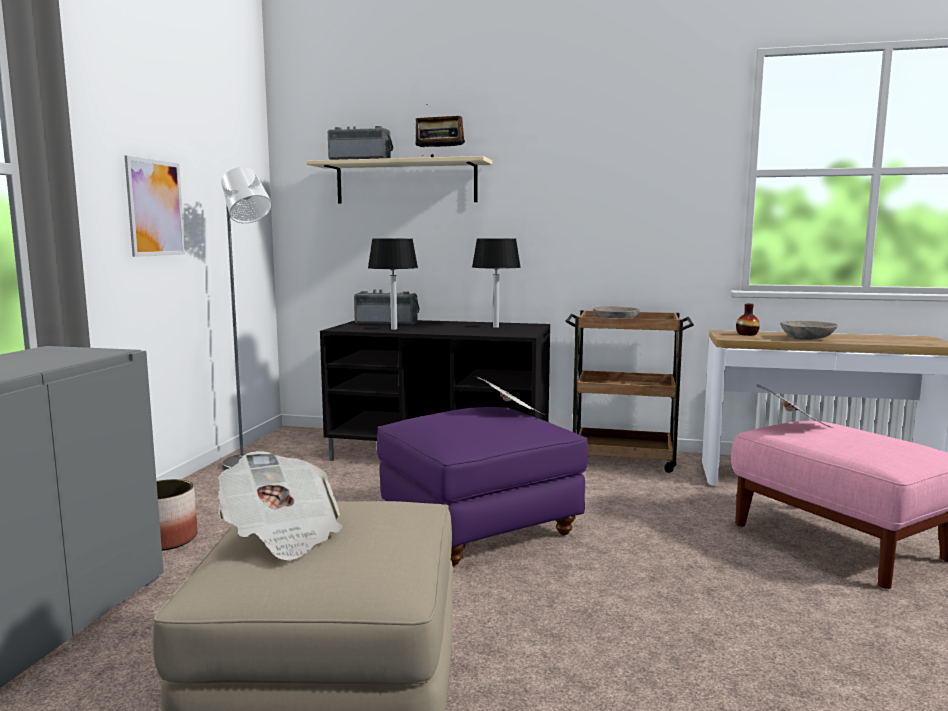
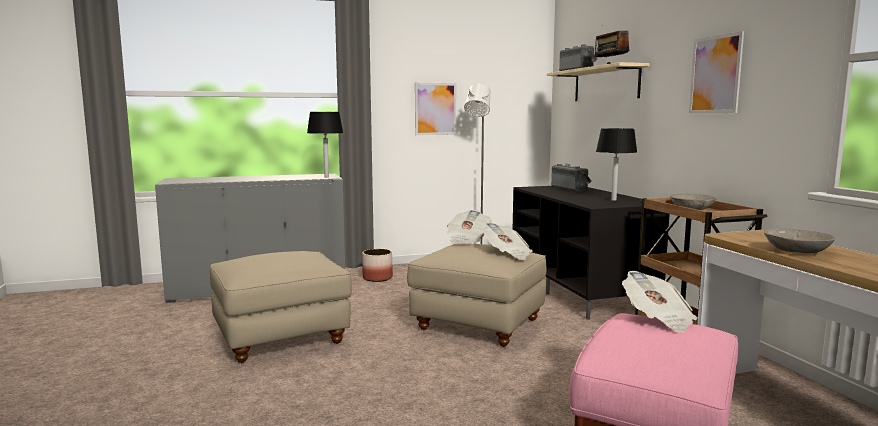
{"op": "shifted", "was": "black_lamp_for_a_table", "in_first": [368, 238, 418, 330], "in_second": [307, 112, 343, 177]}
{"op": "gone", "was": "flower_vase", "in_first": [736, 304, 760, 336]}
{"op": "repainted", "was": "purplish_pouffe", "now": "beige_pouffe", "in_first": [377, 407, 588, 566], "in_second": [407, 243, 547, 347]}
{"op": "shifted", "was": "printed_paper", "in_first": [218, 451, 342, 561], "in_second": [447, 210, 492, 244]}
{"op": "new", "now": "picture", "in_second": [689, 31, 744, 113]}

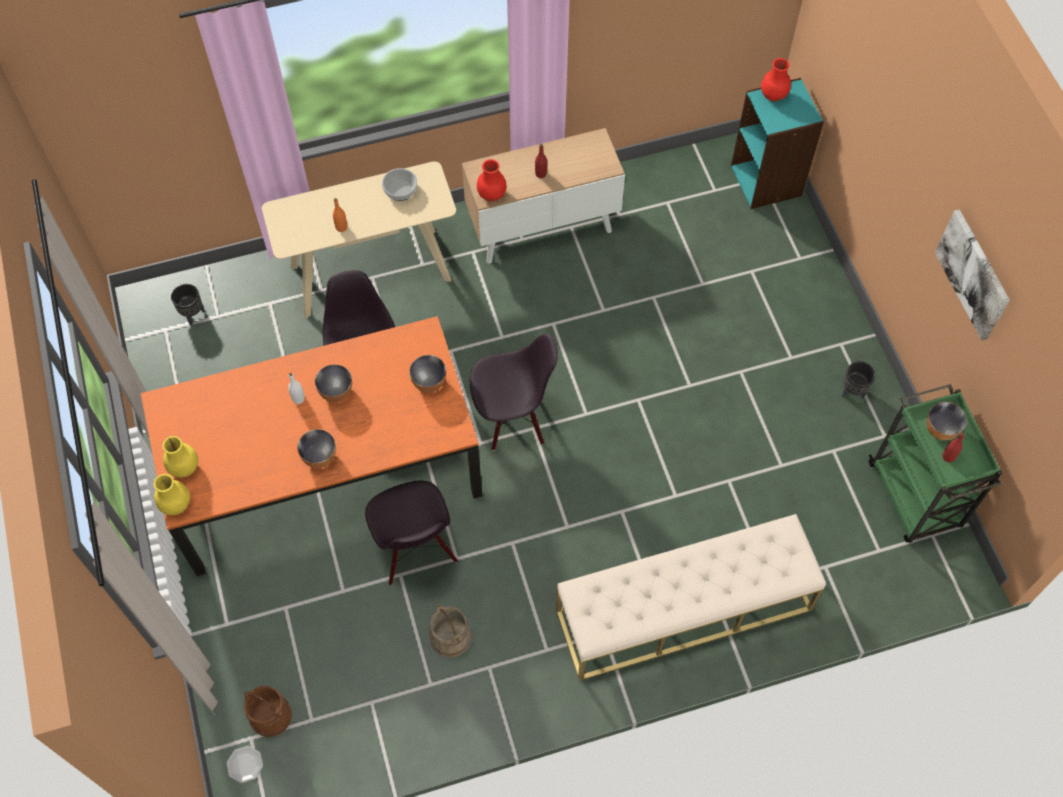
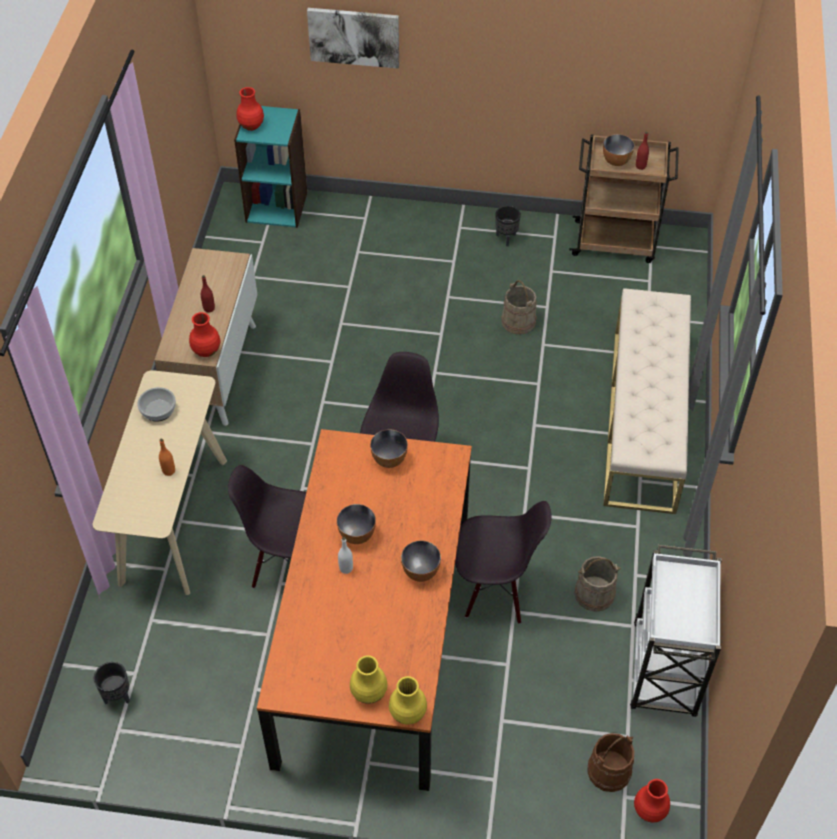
{"op": "shifted", "was": "picture", "in_first": [935, 209, 1010, 340], "in_second": [307, 8, 399, 69]}
{"op": "repainted", "was": "greenish_trolley", "now": "brown-coloured_trolley", "in_first": [869, 384, 1003, 543], "in_second": [569, 134, 679, 263]}
{"op": "swapped", "was": "plate", "now": "red-coloured_flower_vase", "in_first": [226, 746, 263, 783], "in_second": [634, 779, 670, 823]}
{"op": "new", "now": "beige_bucket", "in_second": [501, 280, 537, 335]}
{"op": "new", "now": "whitish_trolley", "in_second": [630, 545, 722, 717]}

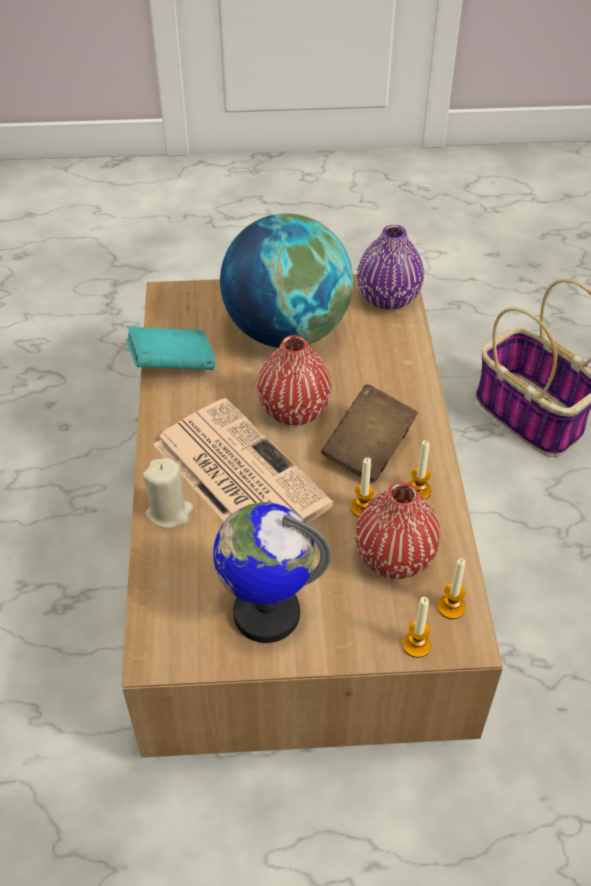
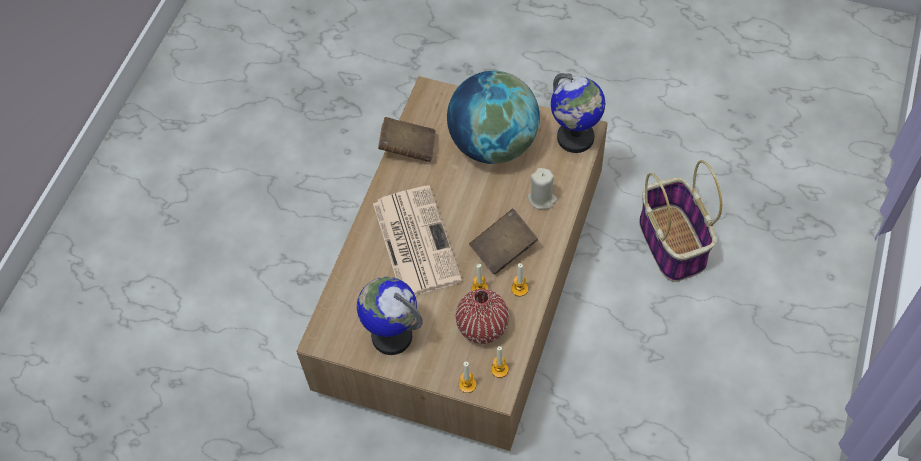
{"op": "swapped", "was": "purplish_flower_vase", "now": "world_globe", "in_first": [357, 225, 424, 310], "in_second": [551, 73, 605, 153]}
{"op": "repainted", "was": "turquoise_bound_book", "now": "brown-coloured_bound_book", "in_first": [126, 327, 216, 370], "in_second": [378, 117, 436, 162]}
{"op": "gone", "was": "red-coloured_flower_vase", "in_first": [257, 335, 332, 425]}
{"op": "shifted", "was": "beige_wax_light", "in_first": [143, 458, 193, 529], "in_second": [527, 168, 557, 209]}

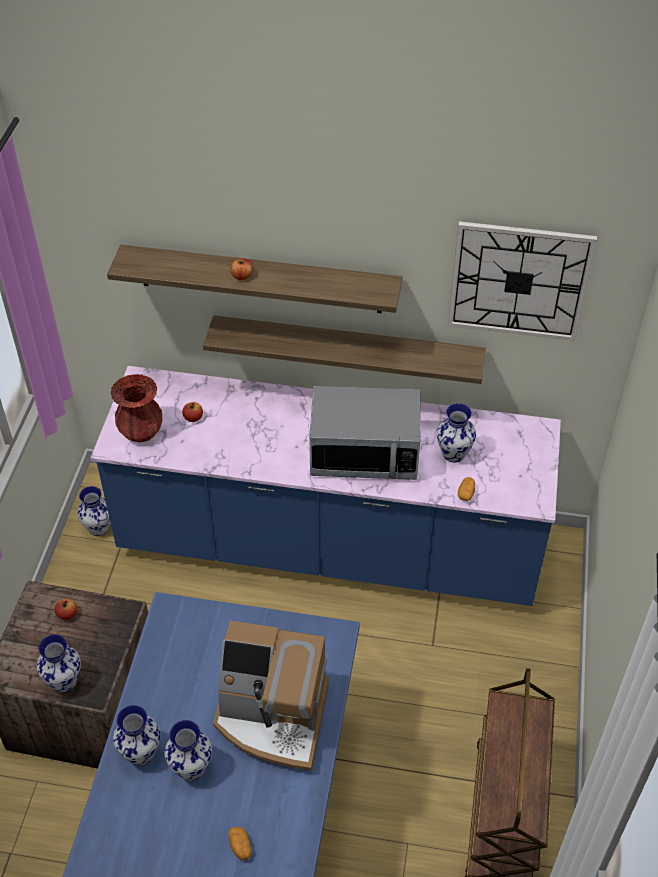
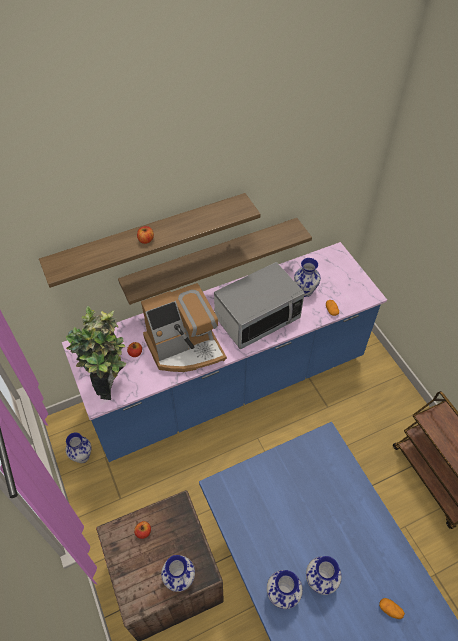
{"op": "gone", "was": "hanging_clock", "in_first": [448, 221, 597, 341]}
{"op": "swapped", "was": "red-coloured_flower_vase", "now": "houseplant", "in_first": [110, 374, 163, 443], "in_second": [66, 306, 126, 400]}
{"op": "shifted", "was": "coffee_machine", "in_first": [213, 621, 329, 771], "in_second": [141, 283, 227, 372]}

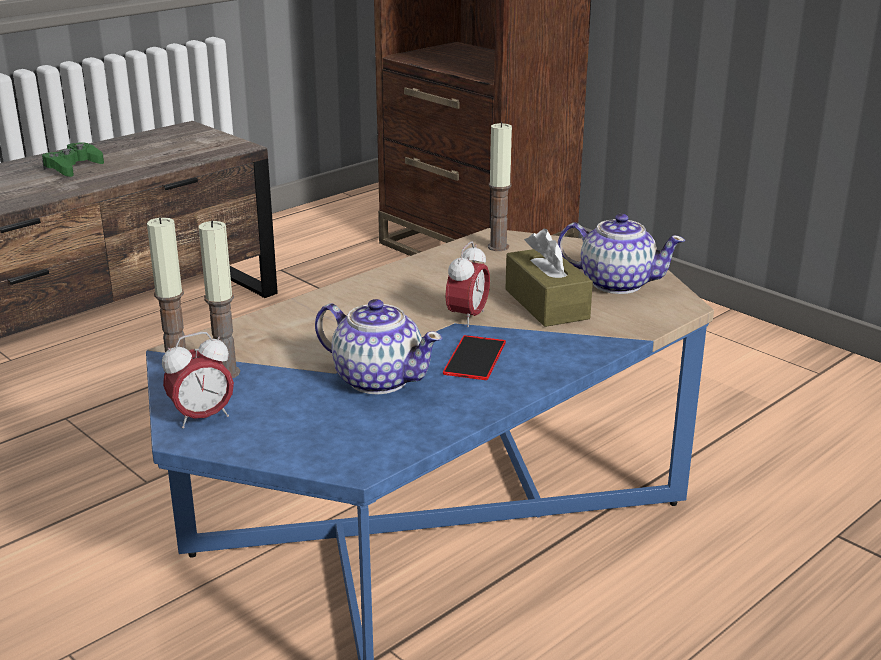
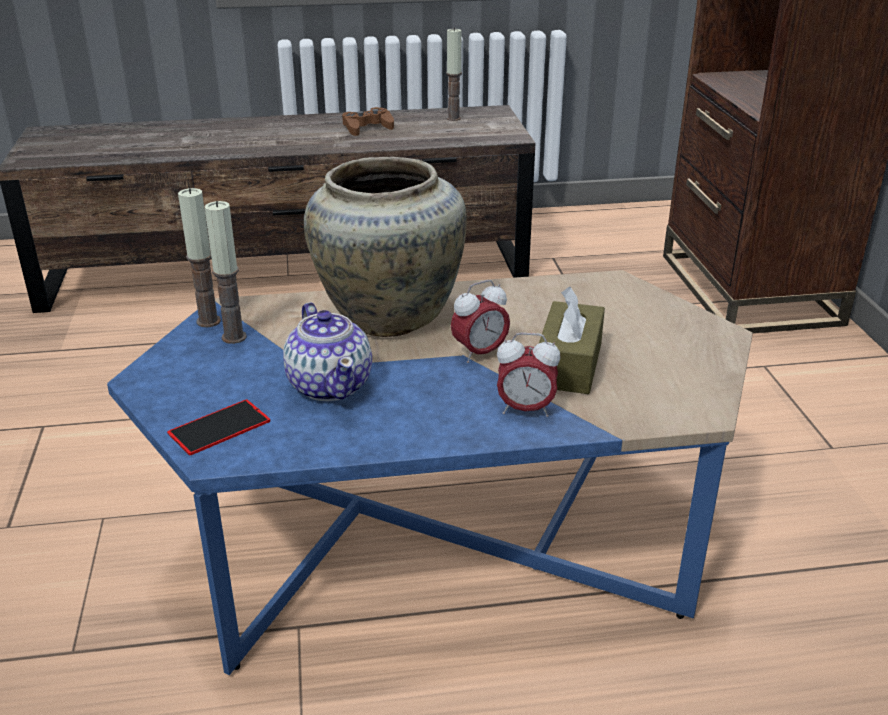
{"op": "shifted", "was": "wax_light", "in_first": [488, 122, 512, 251], "in_second": [446, 27, 462, 121]}
{"op": "repainted", "was": "greenish_gamepad", "now": "brown-coloured_gamepad", "in_first": [42, 142, 104, 177], "in_second": [342, 107, 394, 136]}
{"op": "gone", "was": "tea_pot", "in_first": [558, 214, 685, 294]}
{"op": "shifted", "was": "alarm_clock", "in_first": [162, 332, 234, 429], "in_second": [497, 333, 561, 417]}
{"op": "shifted", "was": "phone", "in_first": [443, 335, 506, 380], "in_second": [167, 400, 271, 455]}
{"op": "new", "now": "beige_flower_vase", "in_second": [304, 157, 467, 337]}

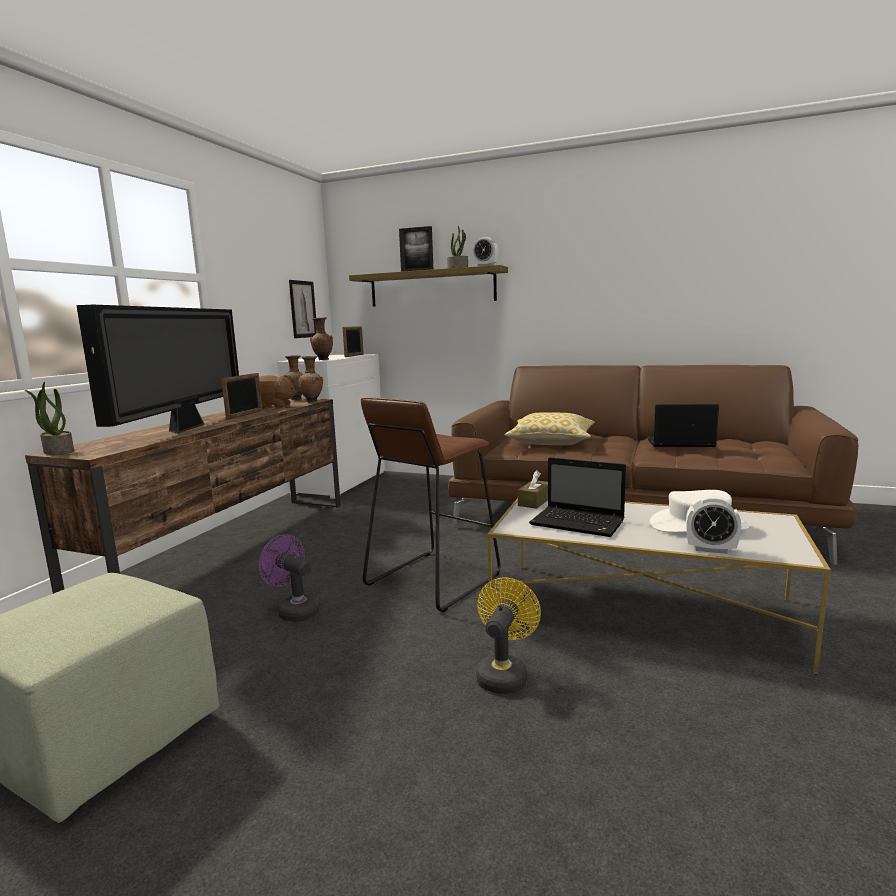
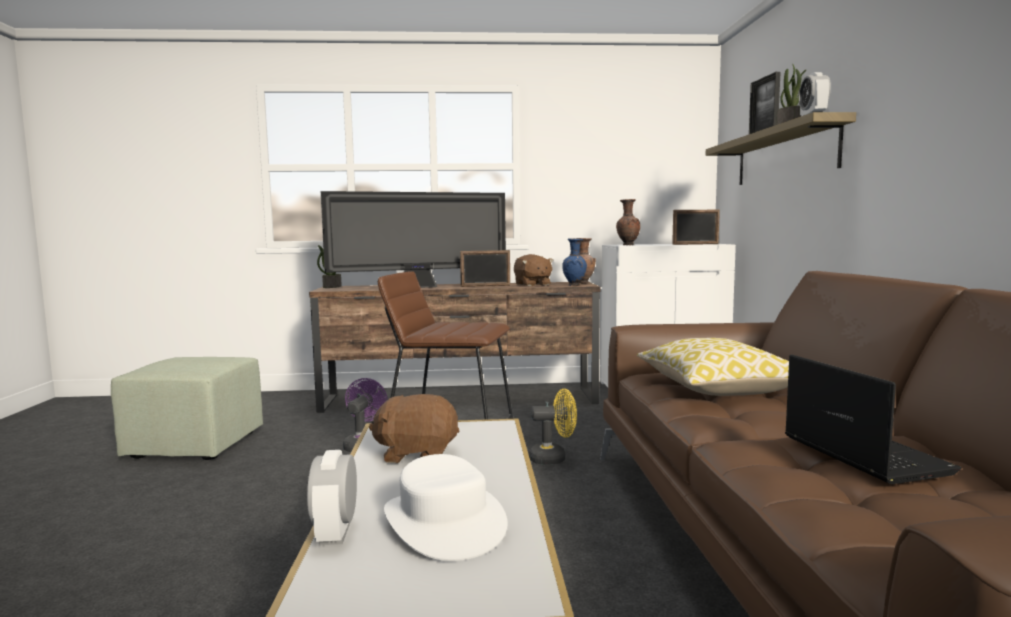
{"op": "gone", "was": "picture", "in_first": [289, 280, 317, 338]}
{"op": "repainted", "was": "brown-coloured_flower_vase", "now": "blue_flower_vase", "in_first": [298, 356, 323, 402], "in_second": [562, 238, 587, 286]}
{"op": "swapped", "was": "laptop", "now": "brown-coloured_soft_toy", "in_first": [529, 457, 626, 537], "in_second": [369, 394, 459, 463]}
{"op": "gone", "was": "brown-coloured_tissue_box", "in_first": [518, 470, 548, 509]}
{"op": "shifted", "was": "yellow_electric_fan", "in_first": [476, 577, 541, 694], "in_second": [529, 389, 577, 465]}

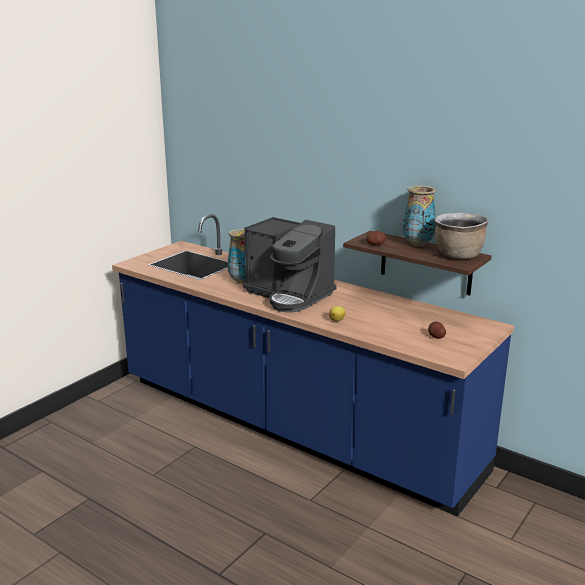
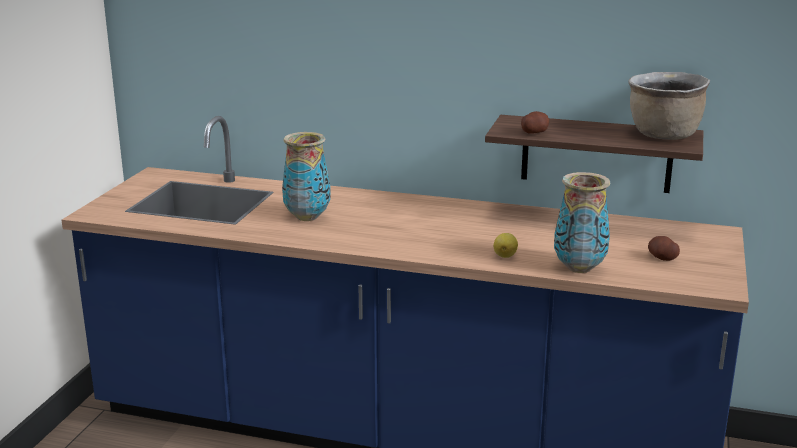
{"op": "shifted", "was": "flower_vase", "in_first": [403, 185, 436, 247], "in_second": [554, 172, 610, 273]}
{"op": "gone", "was": "coffee_machine", "in_first": [243, 217, 337, 313]}

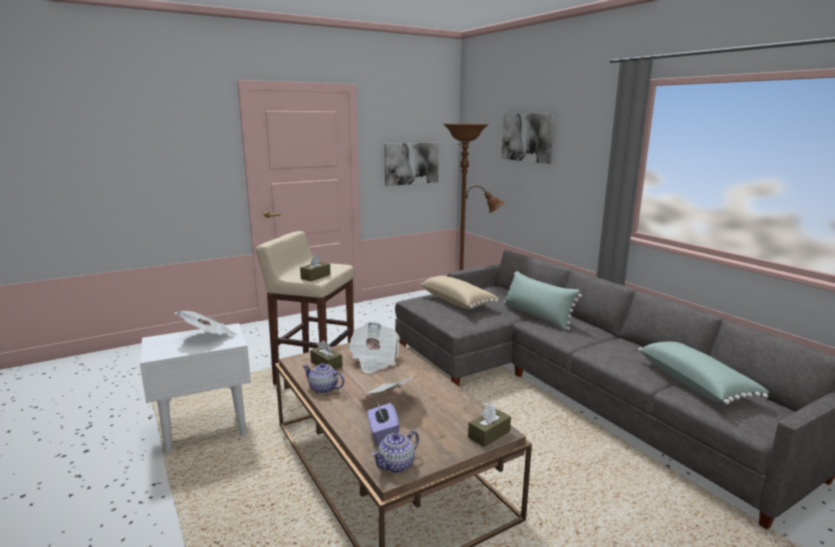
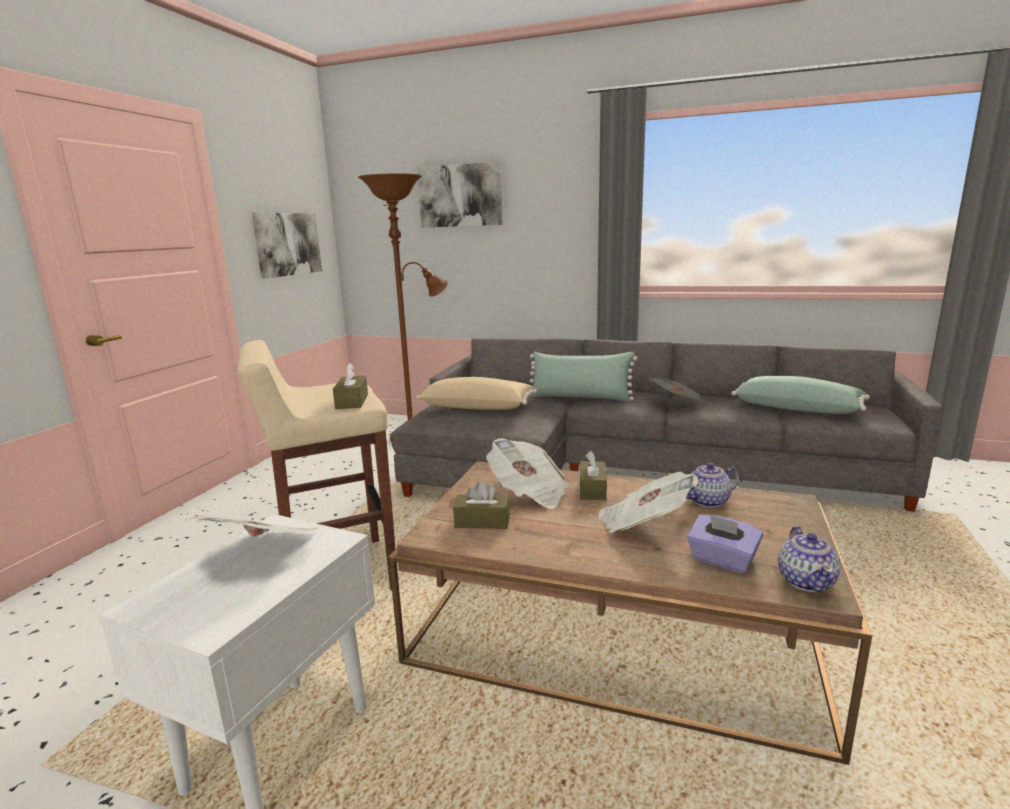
{"op": "shifted", "was": "tea_pot", "in_first": [303, 363, 344, 394], "in_second": [686, 463, 739, 508]}
{"op": "shifted", "was": "brown-coloured_tissue_box", "in_first": [468, 403, 511, 447], "in_second": [580, 451, 607, 500]}
{"op": "new", "now": "printed_paper", "in_second": [648, 378, 702, 400]}

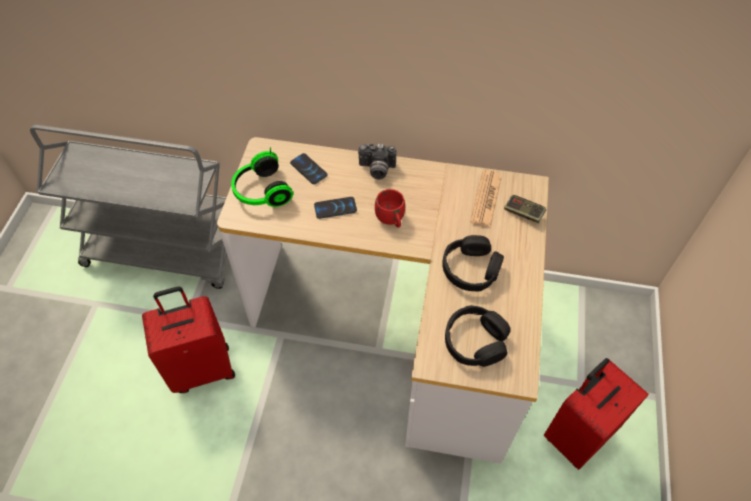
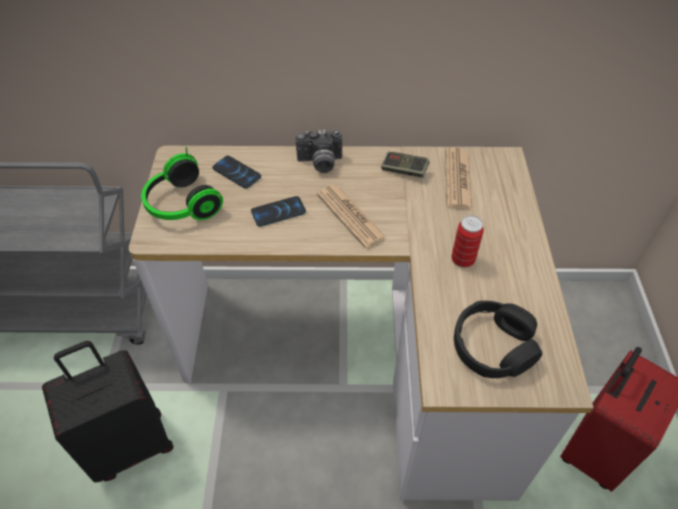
{"op": "swapped", "was": "red-coloured_coffee_mug", "now": "printed_paper", "in_first": [375, 189, 405, 228], "in_second": [317, 185, 386, 248]}
{"op": "shifted", "was": "gamepad", "in_first": [504, 195, 546, 223], "in_second": [381, 152, 430, 178]}
{"op": "swapped", "was": "black_headset", "now": "metal_can", "in_first": [442, 235, 504, 292], "in_second": [451, 215, 484, 268]}
{"op": "repainted", "was": "red-coloured_piece_of_luggage", "now": "black_piece_of_luggage", "in_first": [142, 286, 235, 393], "in_second": [42, 341, 173, 482]}

